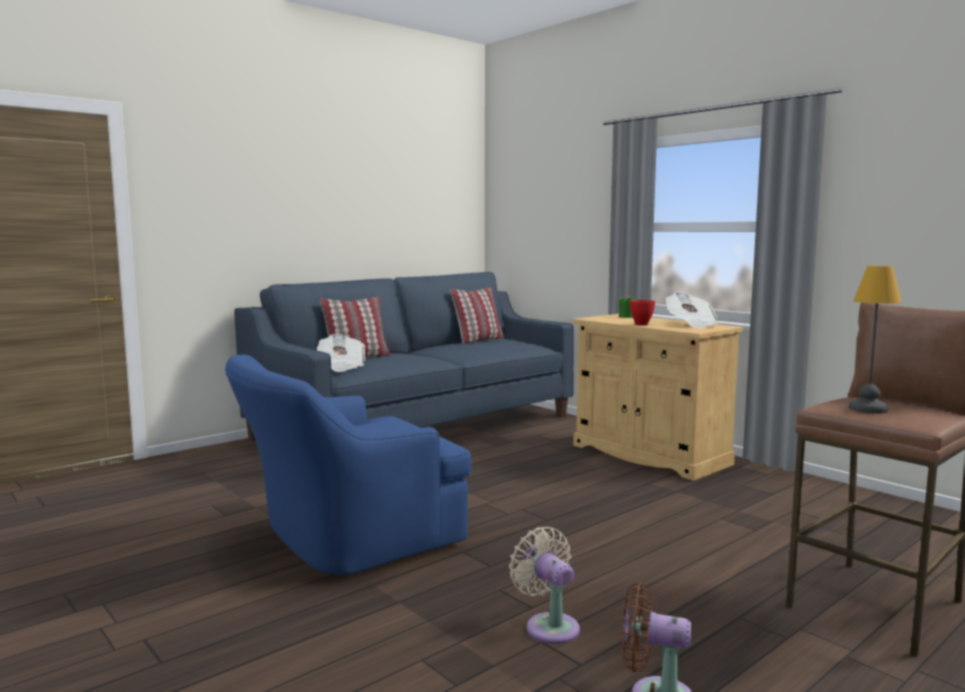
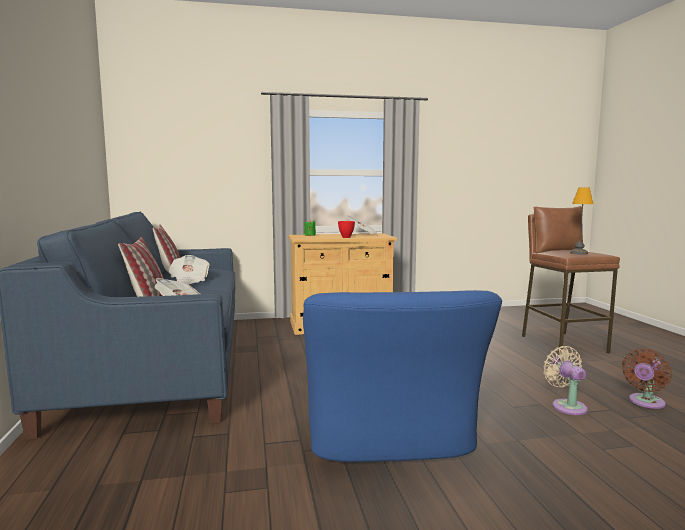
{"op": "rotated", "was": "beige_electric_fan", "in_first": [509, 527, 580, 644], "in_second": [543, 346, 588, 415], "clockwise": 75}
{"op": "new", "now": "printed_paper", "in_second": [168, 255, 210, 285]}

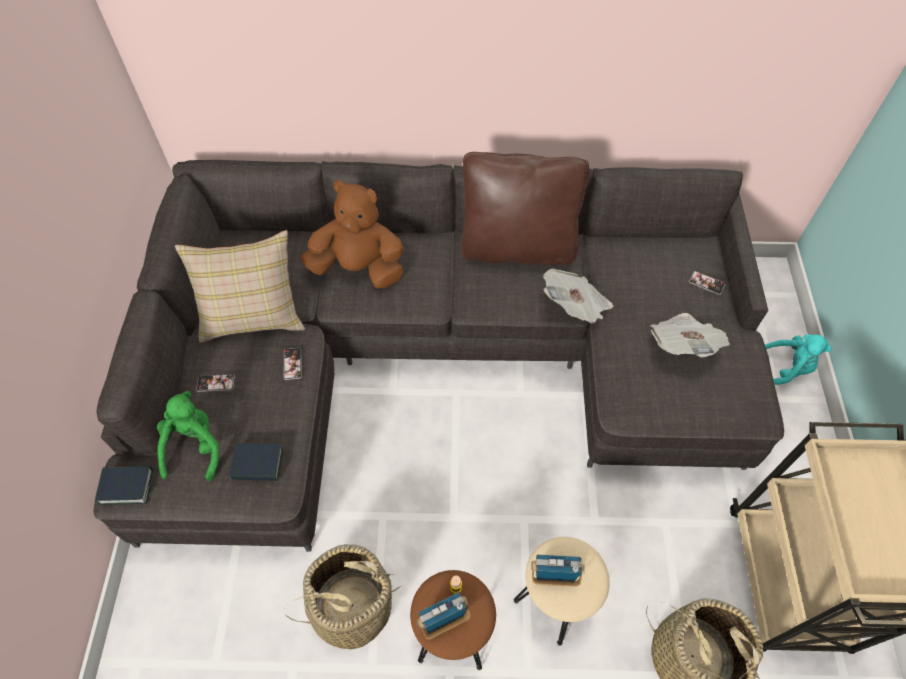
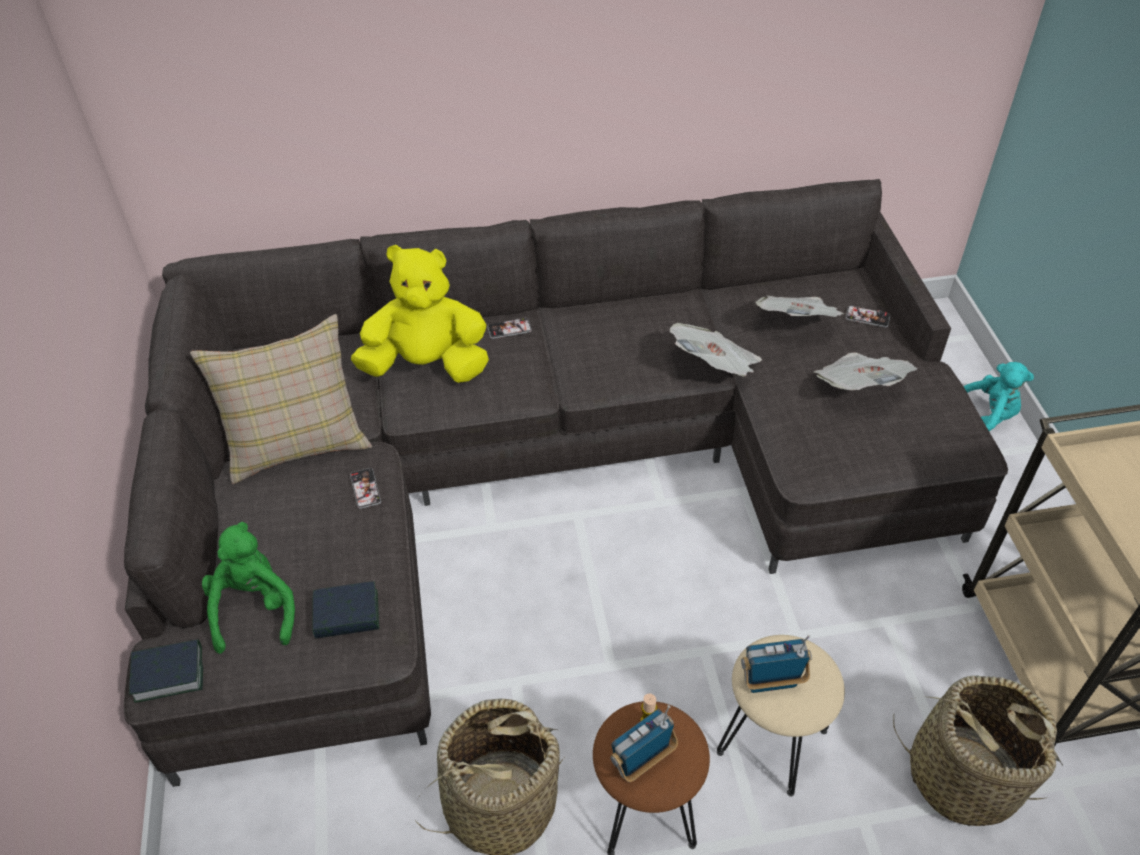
{"op": "gone", "was": "brown-coloured_pillow", "in_first": [462, 152, 589, 265]}
{"op": "repainted", "was": "brown-coloured_soft_toy", "now": "yellow_soft_toy", "in_first": [300, 180, 404, 289], "in_second": [351, 245, 489, 383]}
{"op": "shifted", "was": "phone", "in_first": [196, 374, 235, 392], "in_second": [487, 317, 532, 339]}
{"op": "new", "now": "printed_paper", "in_second": [755, 296, 844, 317]}

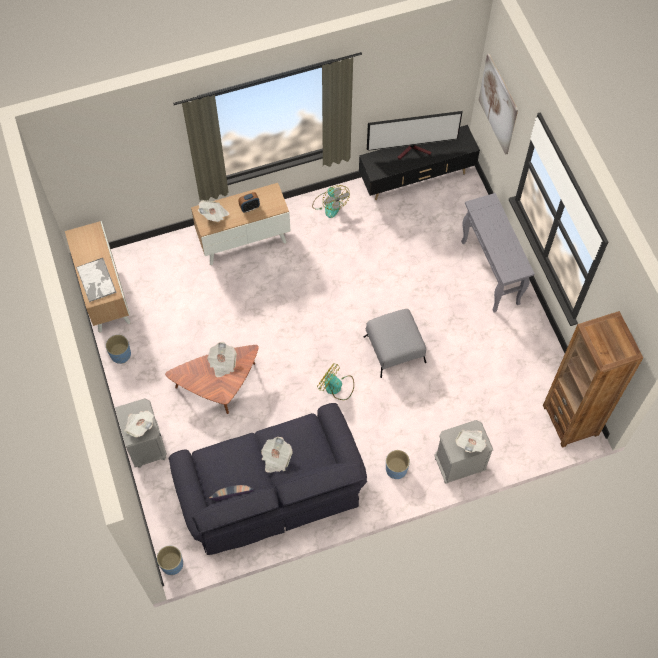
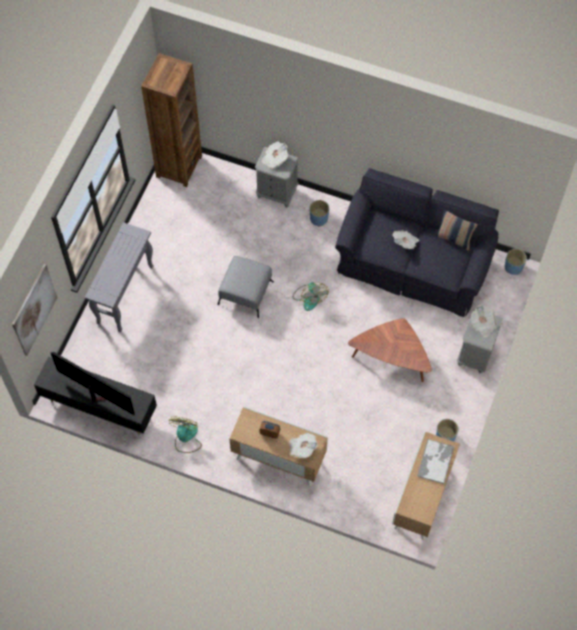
{"op": "gone", "was": "printed_paper", "in_first": [207, 342, 237, 377]}

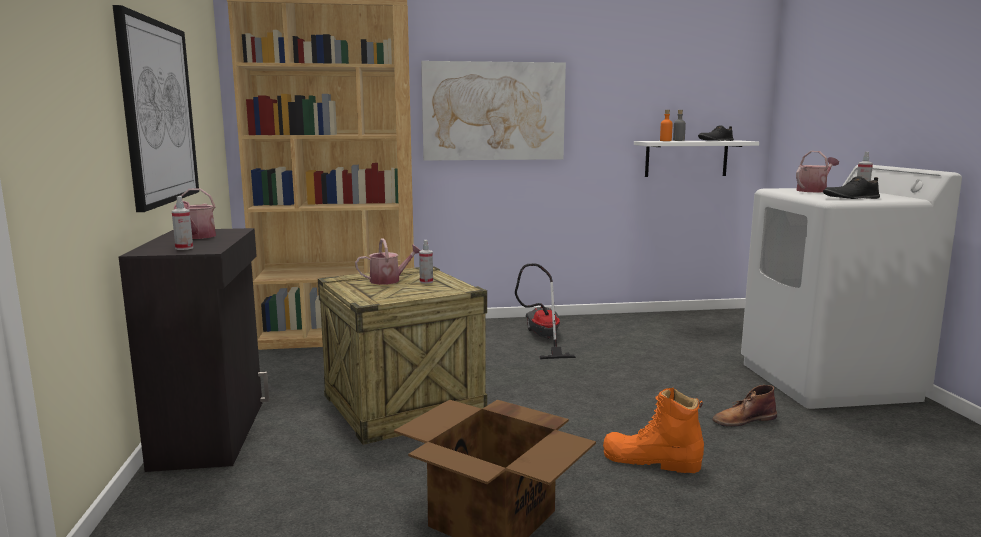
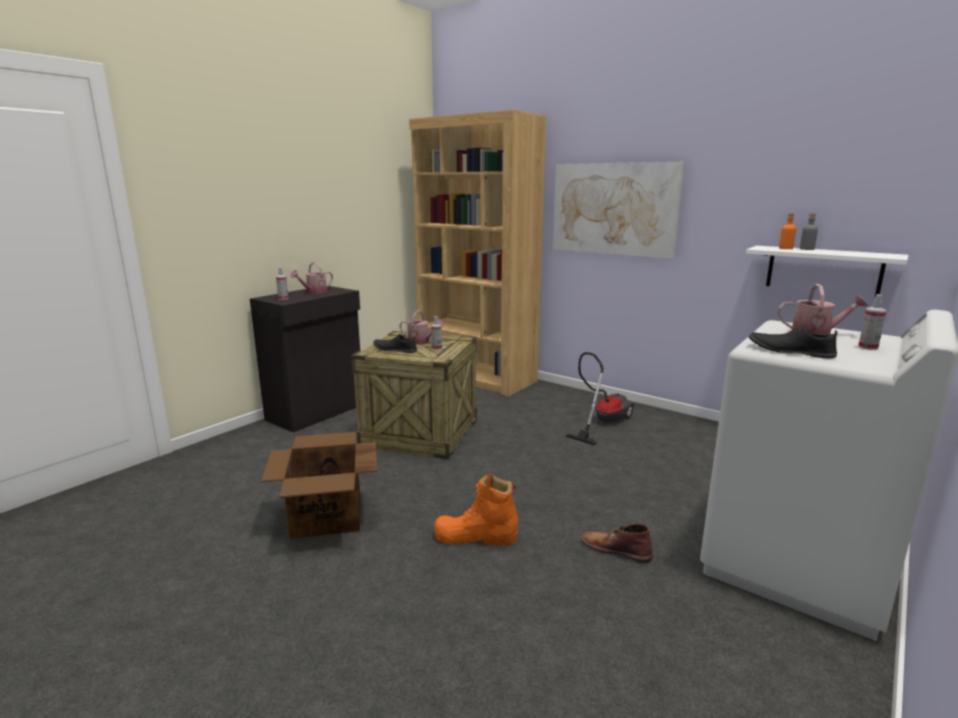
{"op": "gone", "was": "picture", "in_first": [113, 5, 199, 212]}
{"op": "shifted", "was": "black_shoe", "in_first": [698, 125, 734, 141], "in_second": [373, 334, 417, 353]}
{"op": "rotated", "was": "orange-coloured_boot", "in_first": [603, 388, 704, 473], "in_second": [434, 474, 518, 546], "clockwise": -60}

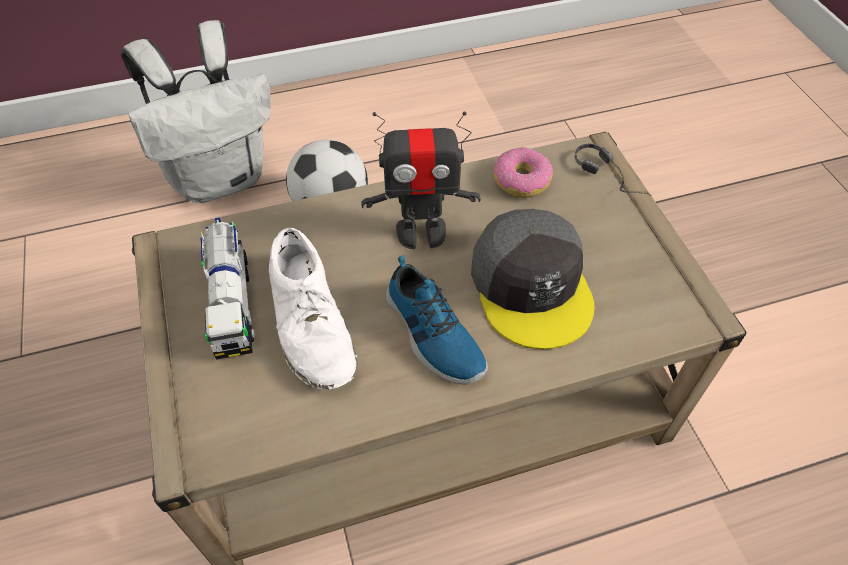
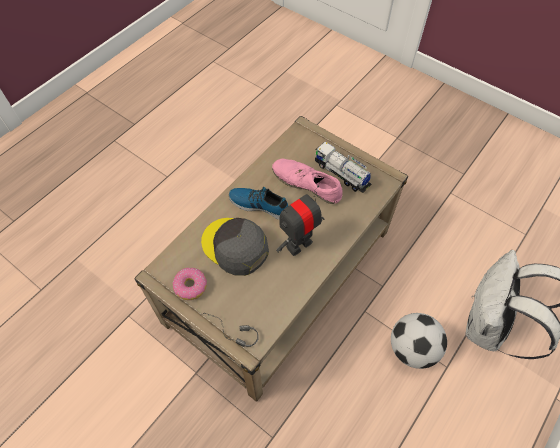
{"op": "shifted", "was": "ring_doughnut", "in_first": [494, 147, 553, 198], "in_second": [172, 268, 207, 300]}
{"op": "repainted", "was": "whitish_shoe", "now": "pink_shoe", "in_first": [269, 228, 358, 390], "in_second": [272, 159, 343, 204]}

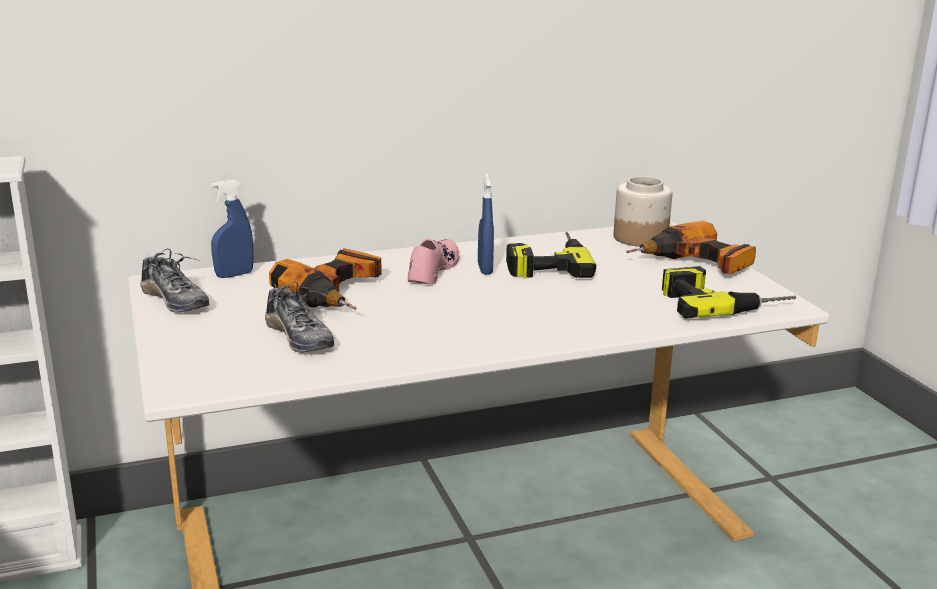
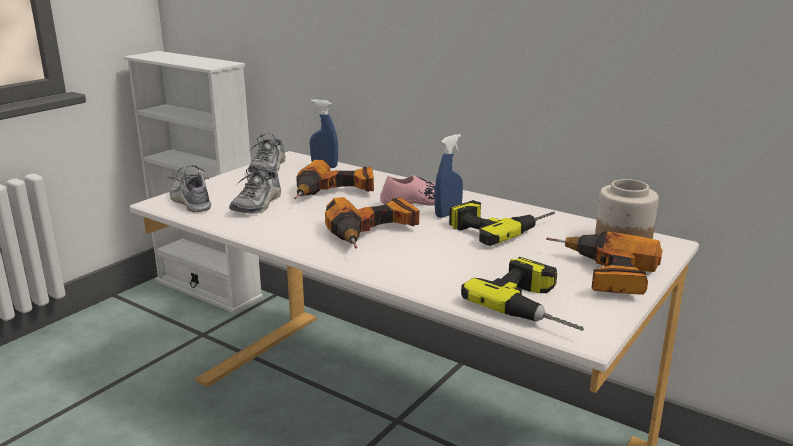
{"op": "new", "now": "shoe", "in_second": [167, 165, 211, 212]}
{"op": "new", "now": "power_drill", "in_second": [325, 197, 419, 248]}

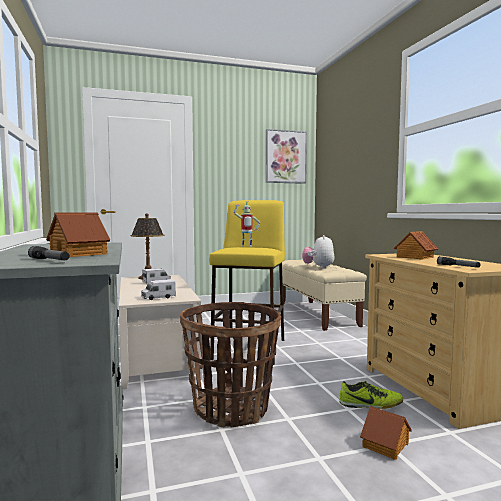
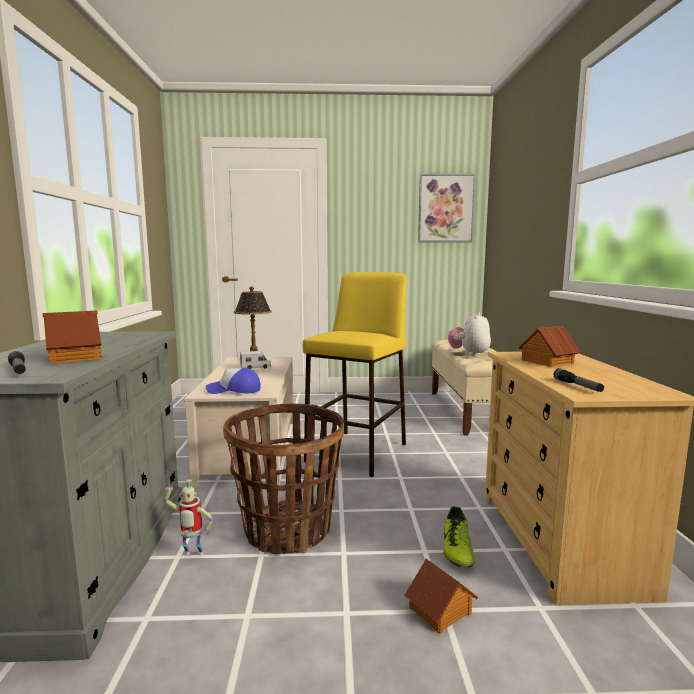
{"op": "shifted", "was": "model_robot", "in_first": [234, 202, 260, 247], "in_second": [164, 479, 213, 556]}
{"op": "swapped", "was": "model_truck", "now": "peaked_cap", "in_first": [141, 279, 176, 300], "in_second": [206, 368, 261, 394]}
{"op": "rotated", "was": "shoe", "in_first": [340, 381, 403, 409], "in_second": [443, 506, 475, 567], "clockwise": 75}

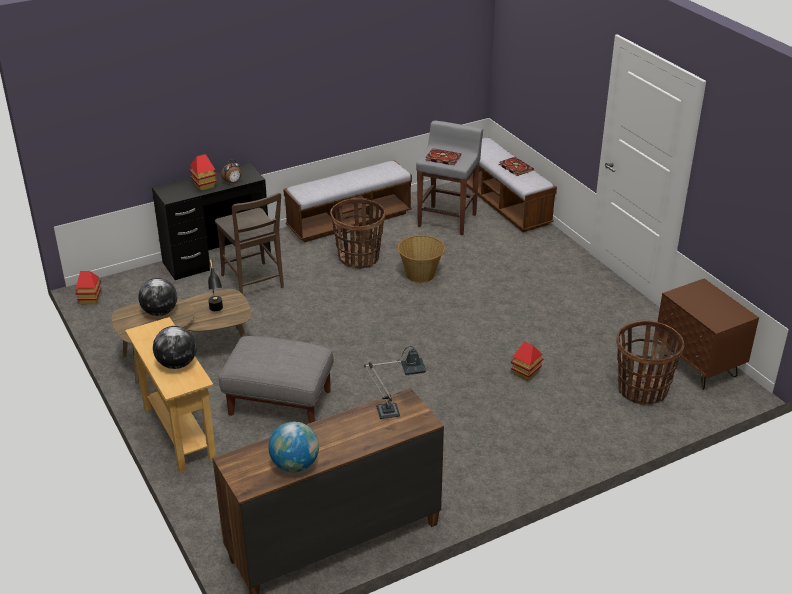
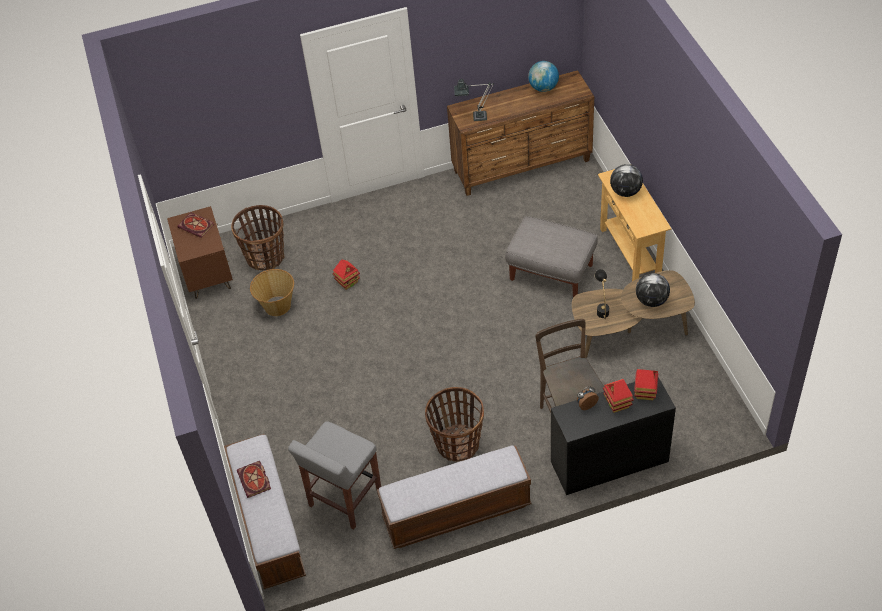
{"op": "shifted", "was": "bound_book", "in_first": [425, 148, 461, 165], "in_second": [177, 213, 214, 238]}
{"op": "shifted", "was": "basket", "in_first": [398, 235, 445, 283], "in_second": [250, 269, 294, 316]}
{"op": "shifted", "was": "toy_house", "in_first": [75, 271, 101, 304], "in_second": [634, 369, 658, 400]}

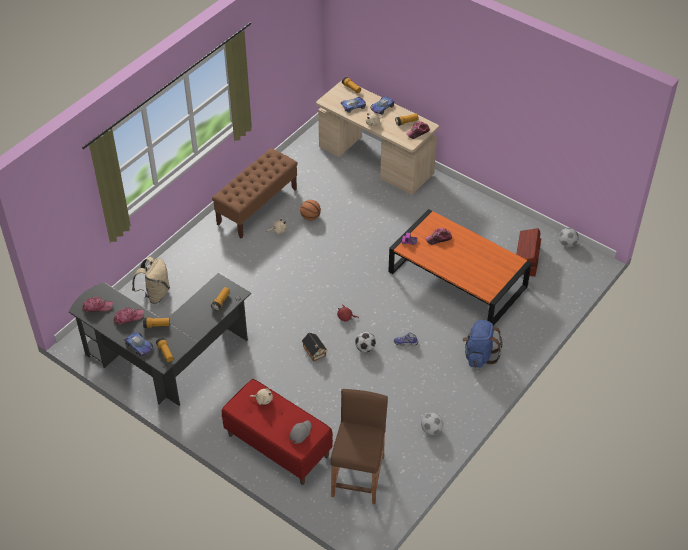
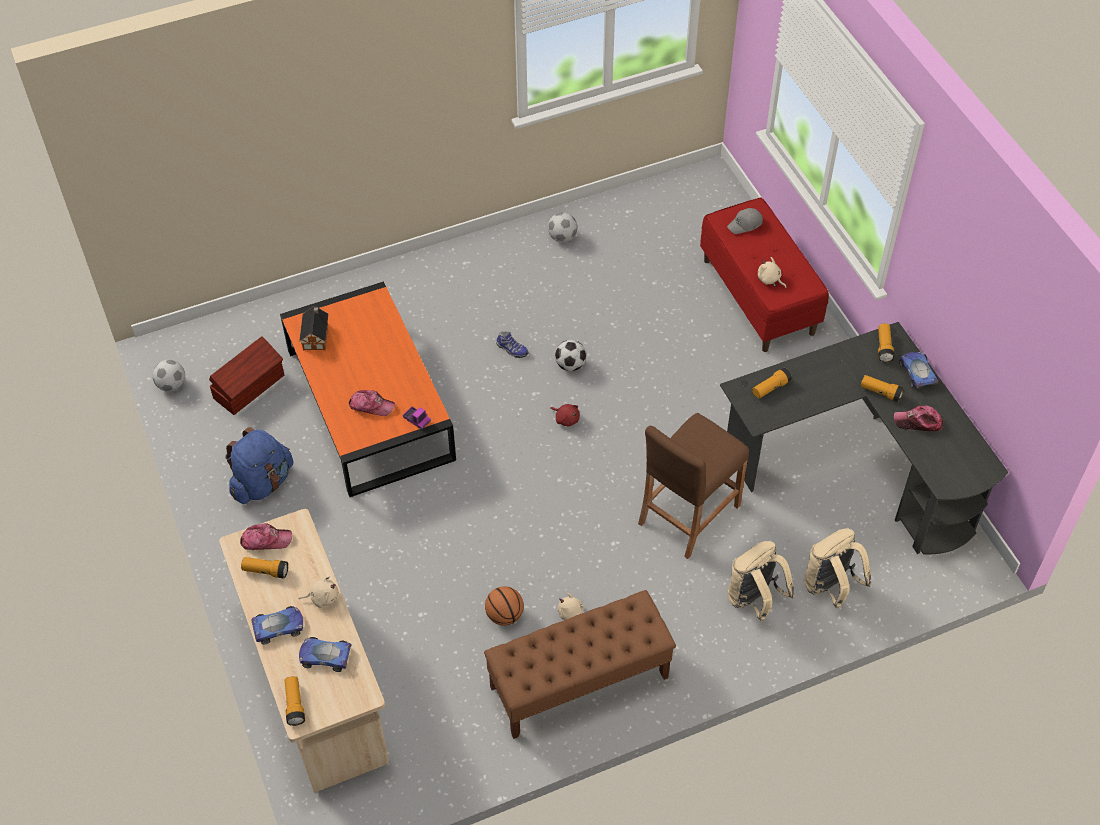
{"op": "gone", "was": "peaked_cap", "in_first": [82, 297, 113, 312]}
{"op": "shifted", "was": "blue_knapsack", "in_first": [462, 320, 502, 368], "in_second": [225, 427, 293, 504]}
{"op": "shifted", "was": "toy_house", "in_first": [302, 333, 327, 361], "in_second": [299, 306, 328, 350]}
{"op": "shifted", "was": "brown-coloured_stool_seat", "in_first": [330, 389, 388, 504], "in_second": [638, 413, 749, 559]}
{"op": "new", "now": "beige_knapsack", "in_second": [728, 541, 795, 622]}

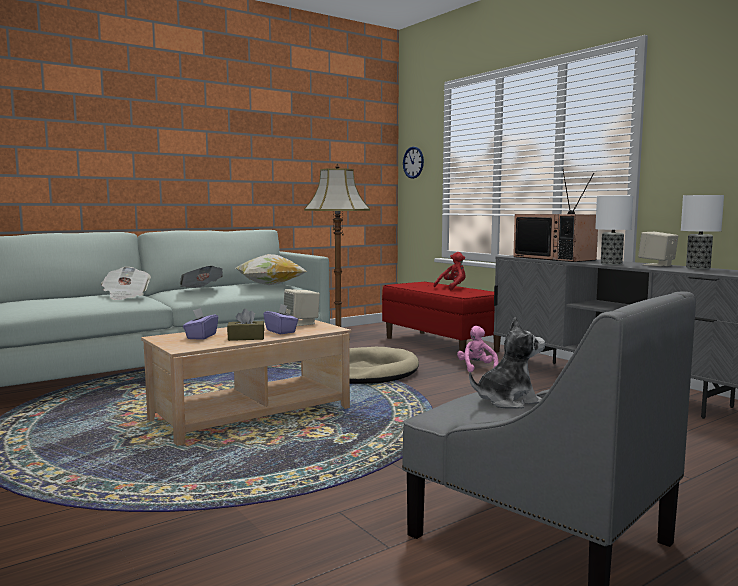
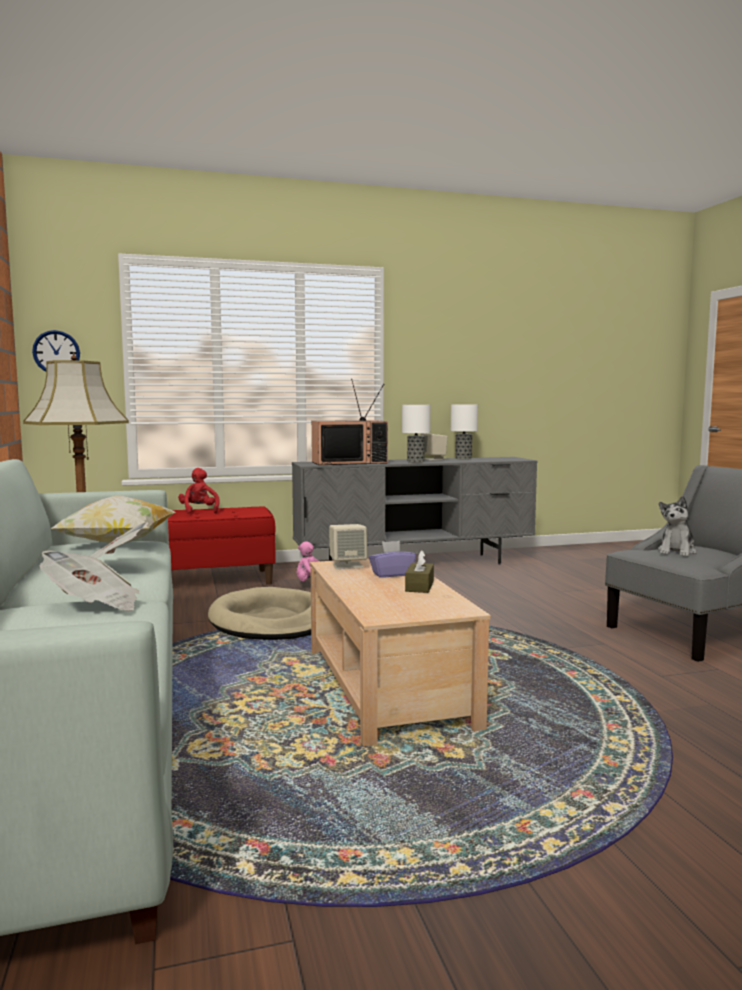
{"op": "gone", "was": "purplish_tissue_box", "in_first": [183, 308, 218, 340]}
{"op": "rotated", "was": "soft_toy", "in_first": [469, 317, 545, 409], "in_second": [658, 496, 697, 557], "clockwise": -150}

